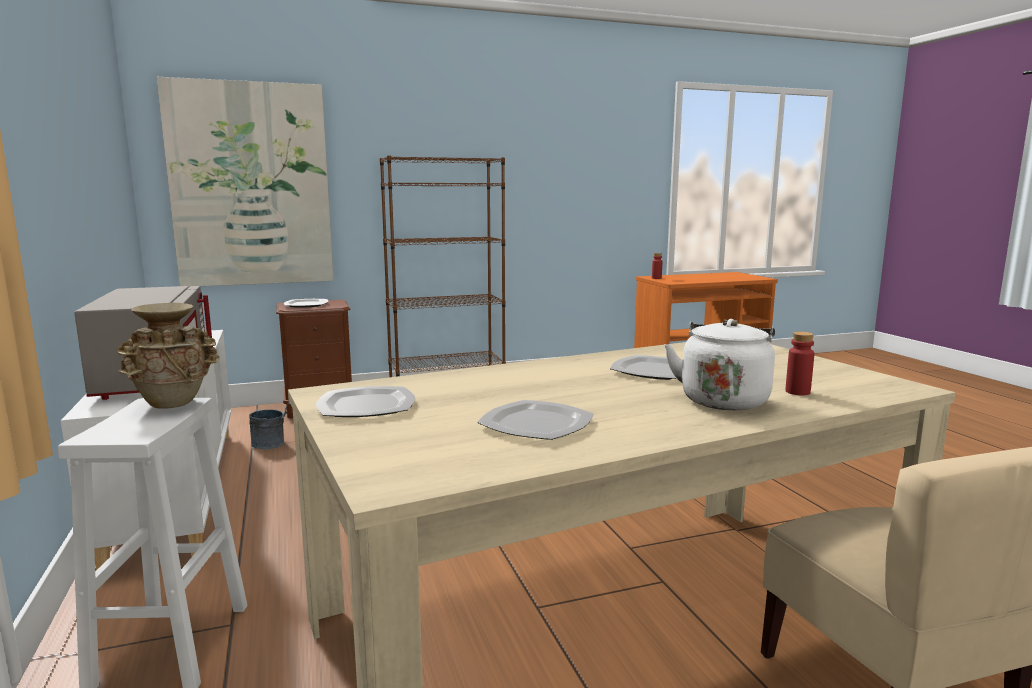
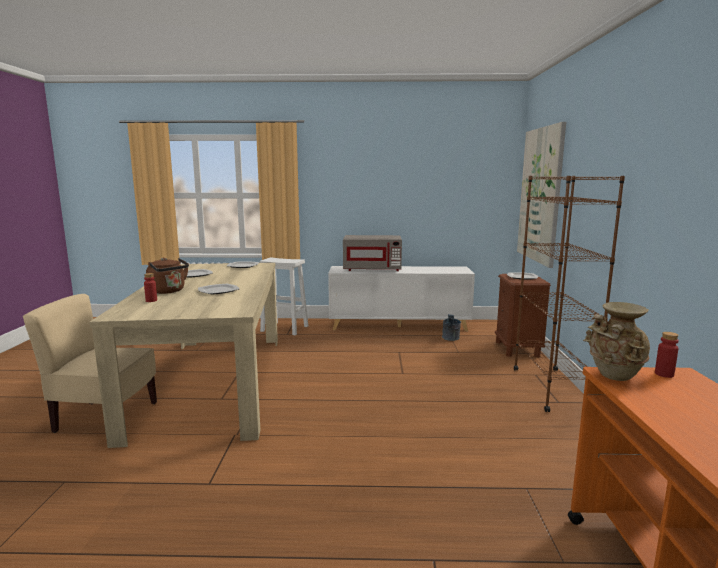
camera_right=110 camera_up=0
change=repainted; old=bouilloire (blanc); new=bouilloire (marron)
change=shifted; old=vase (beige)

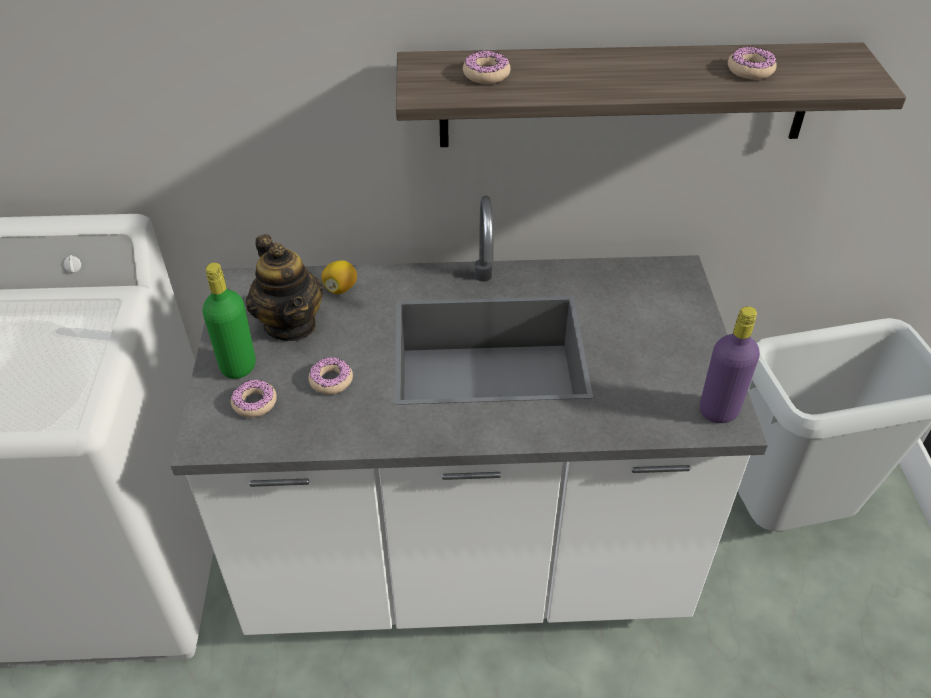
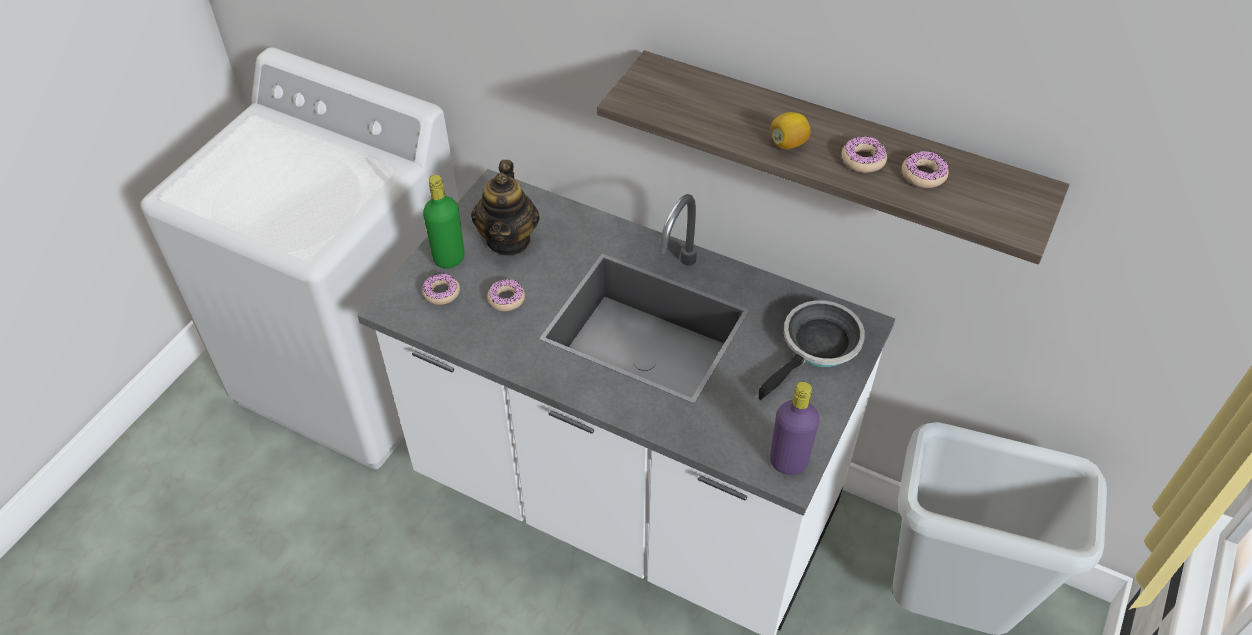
camera_right=30 camera_up=5
change=new; new=poêle
change=shifted; old=citron
change=shifted; old=beignet (no. 3 from left)

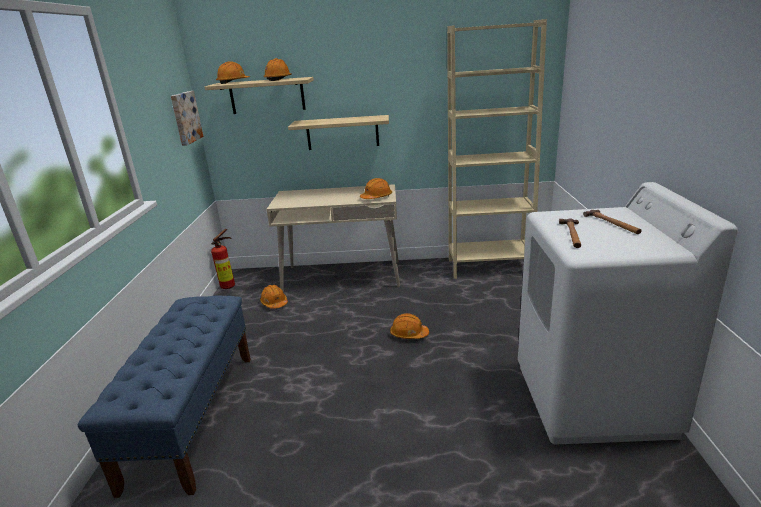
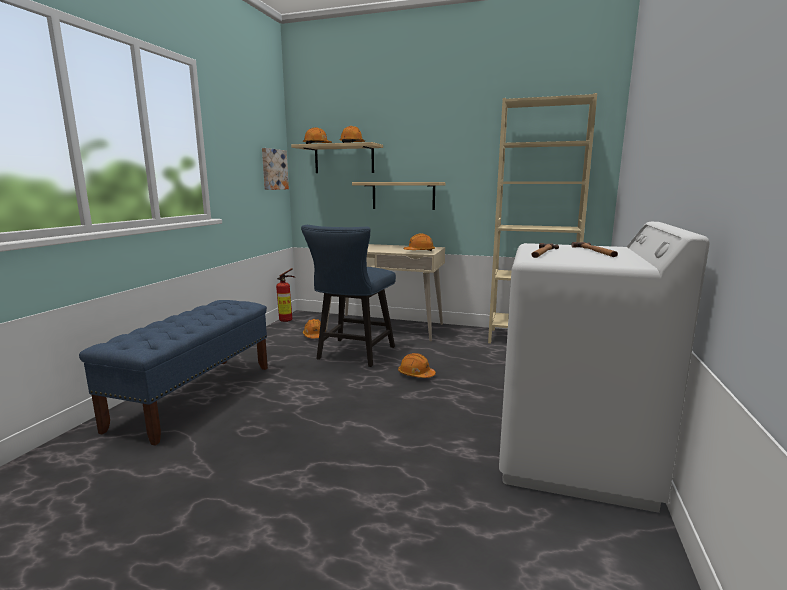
camera_right=15 camera_up=-10
change=new; new=chaise (bleu)

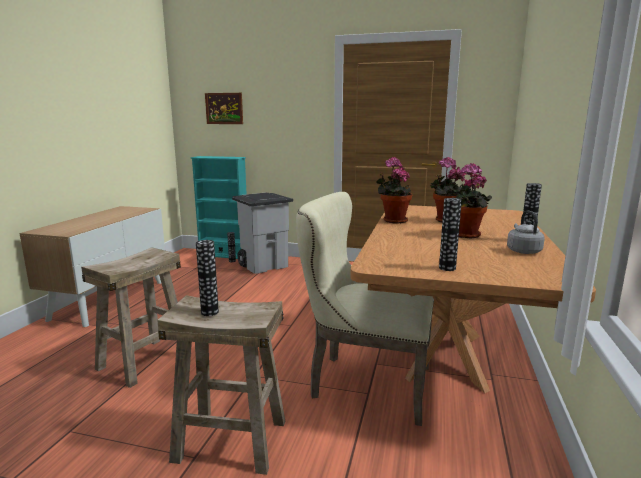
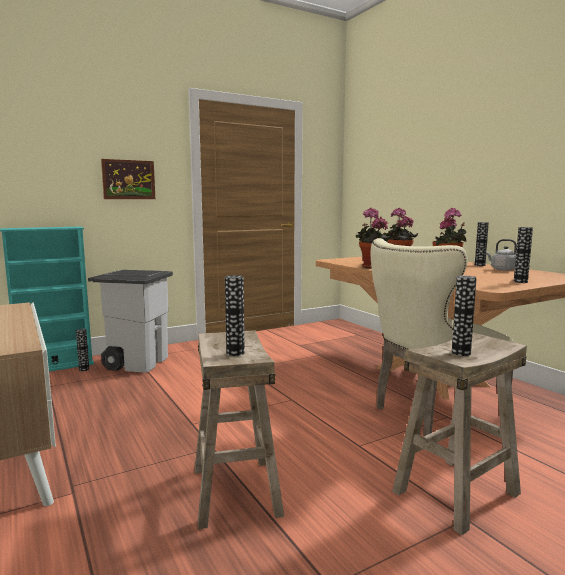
camera_right=-45 camera_up=-5
change=shifted; old=tableau
change=new; new=vase (no. 2 from left)

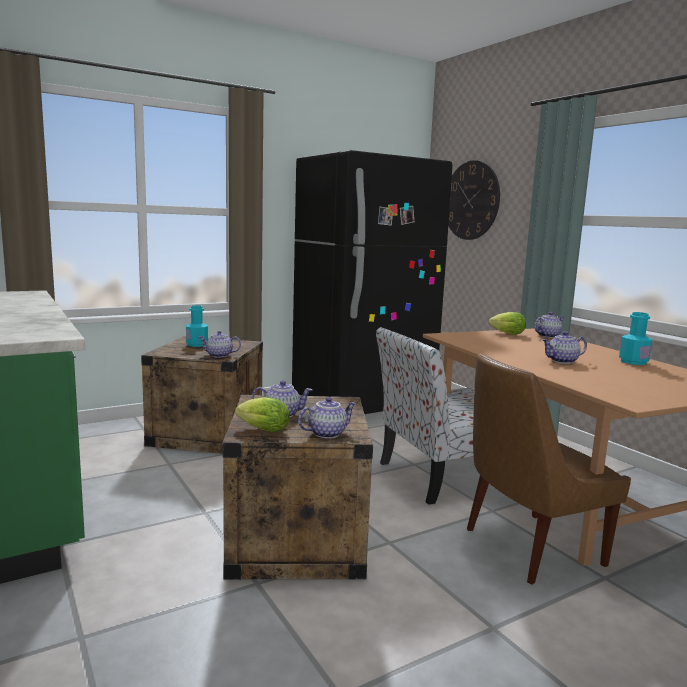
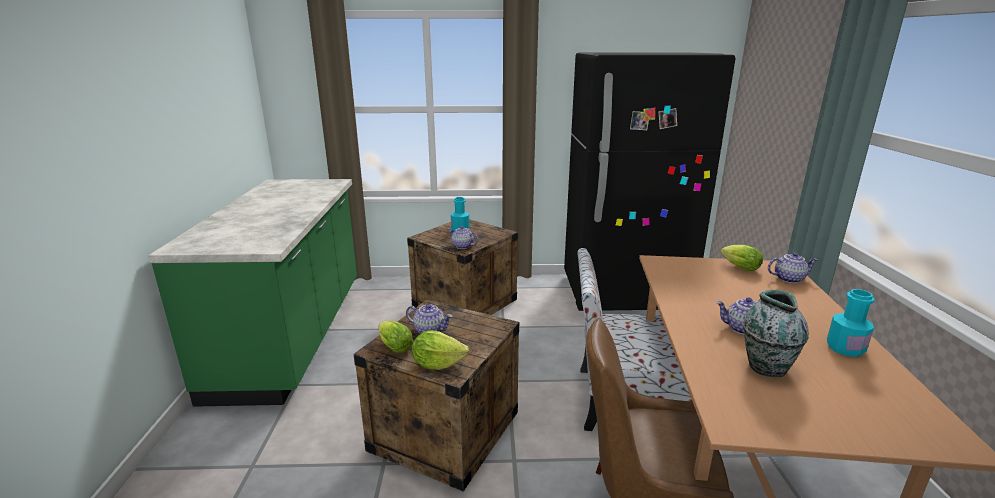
camera_right=30 camera_up=10
change=swapped; old=théière (no. 3 from left); new=laitue (no. 2 from left)
change=new; new=vase
change=gone; old=horloge murale

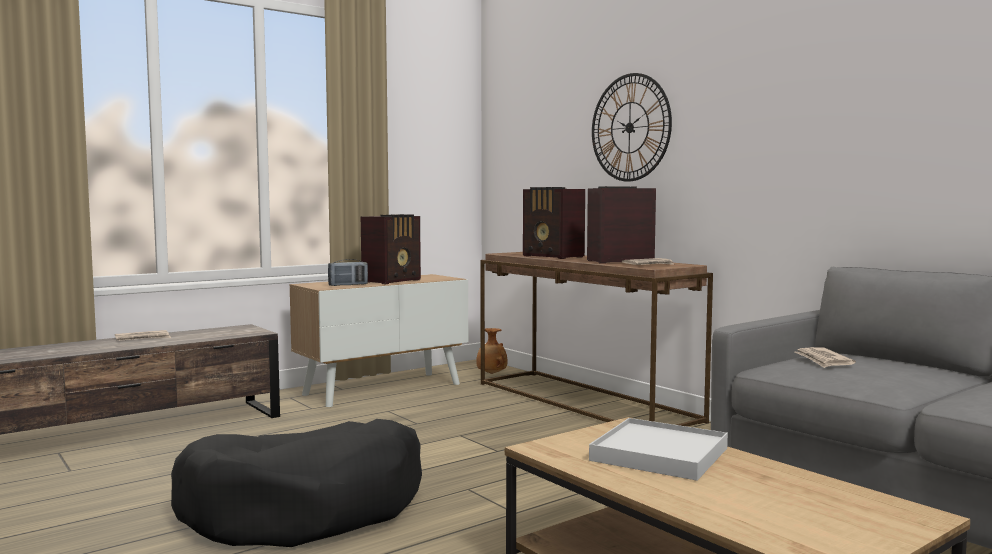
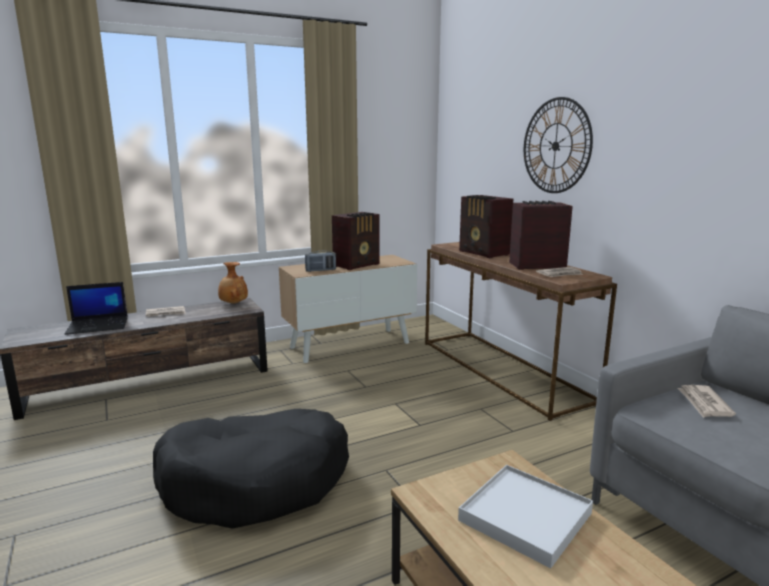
camera_right=10 camera_up=10
change=new; new=ordinateur portable
change=shifted; old=vase (marron)

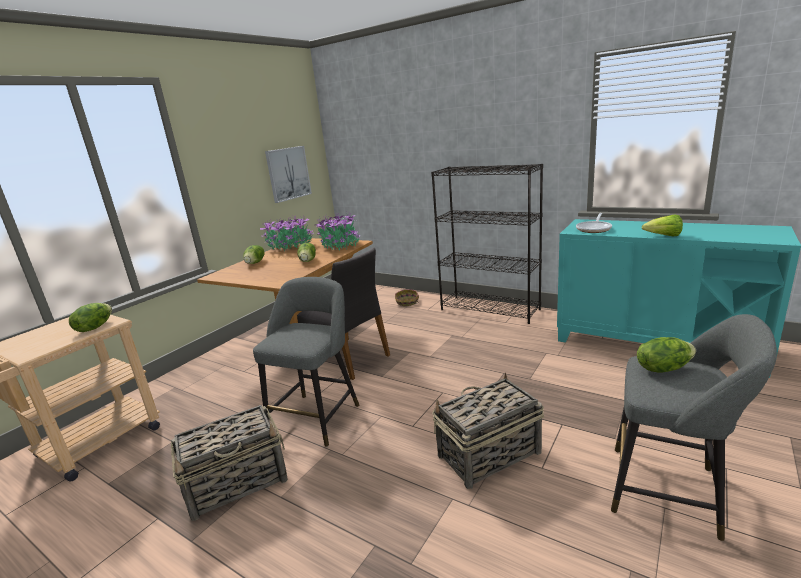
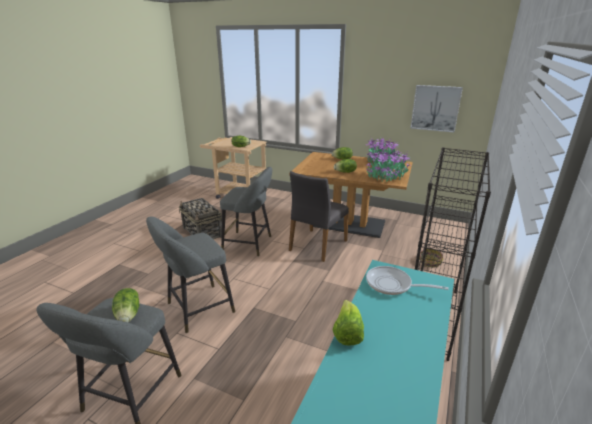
camera_right=80 camera_up=5
change=swapped; old=panier (no. 3 from left); new=tabouret (gris) (no. 2 from left)

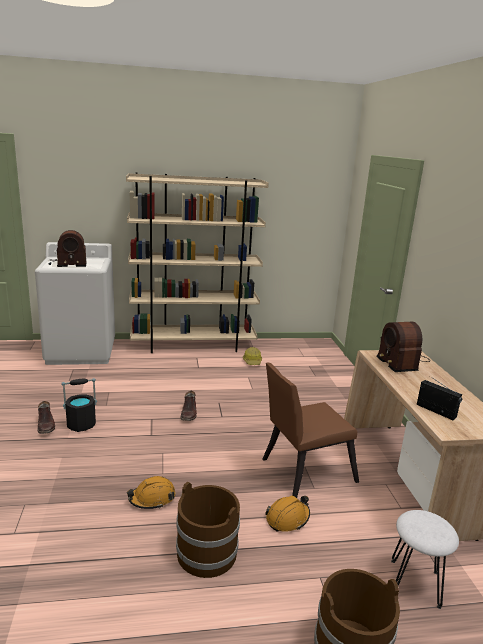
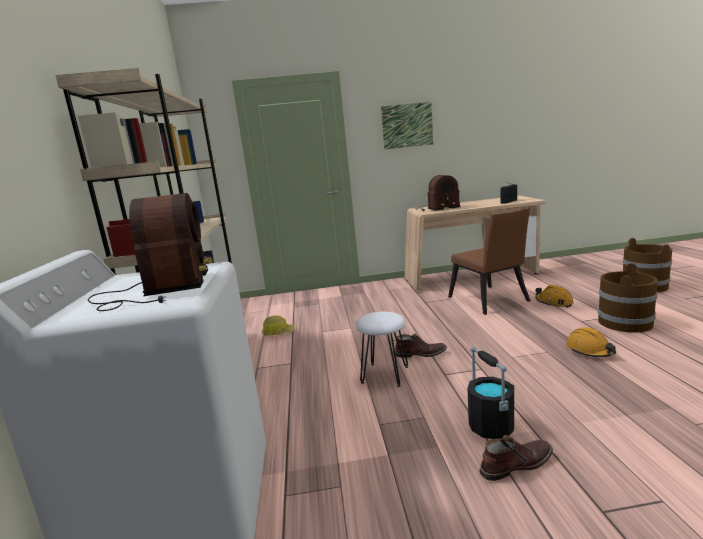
camera_right=-85 camera_up=-5
change=shifted; old=tabouret (blanc)
change=new; new=tableau

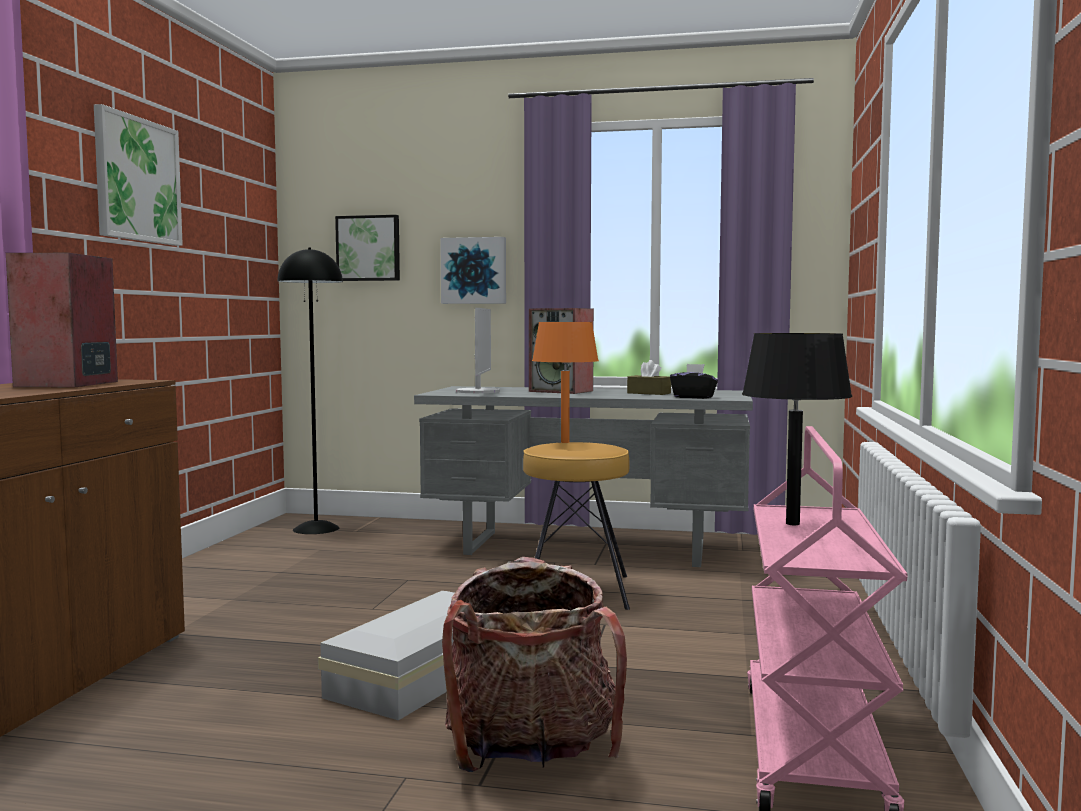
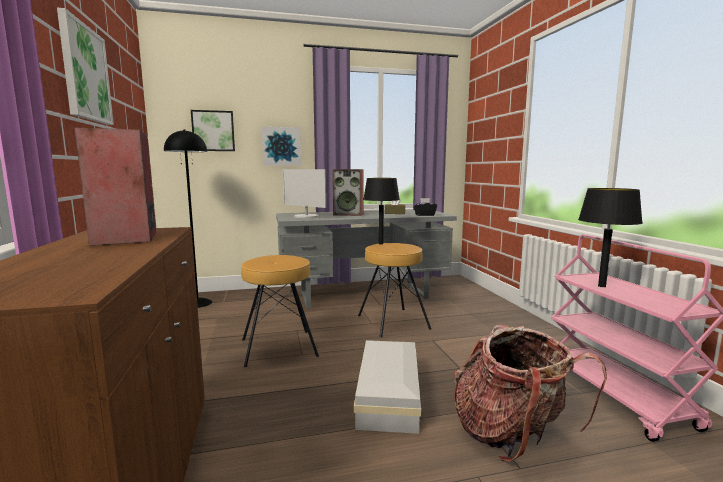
camera_right=-25 camera_up=5
change=new; new=tabouret (marron) (no. 1 from left)
change=rotated; old=écran d'ordinateur; degrees=150
change=repainted; old=lampe de table (orange); new=lampe de table (noir) (no. 1 from left)

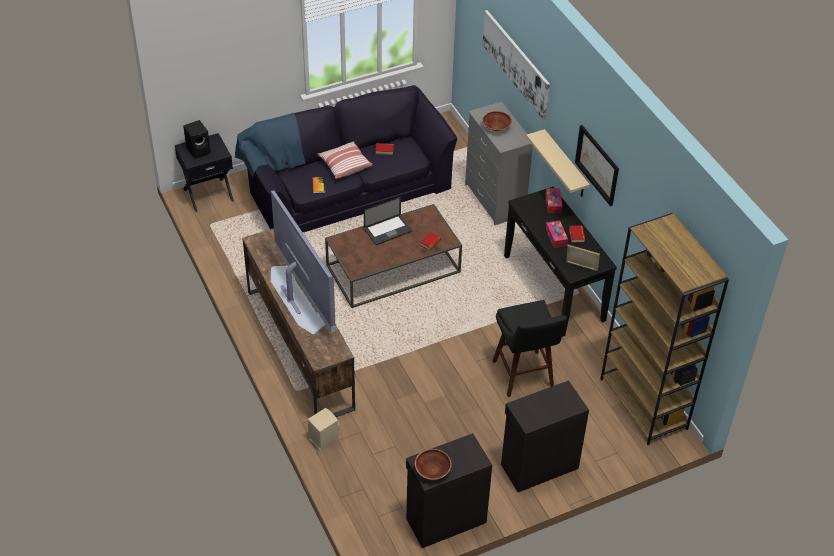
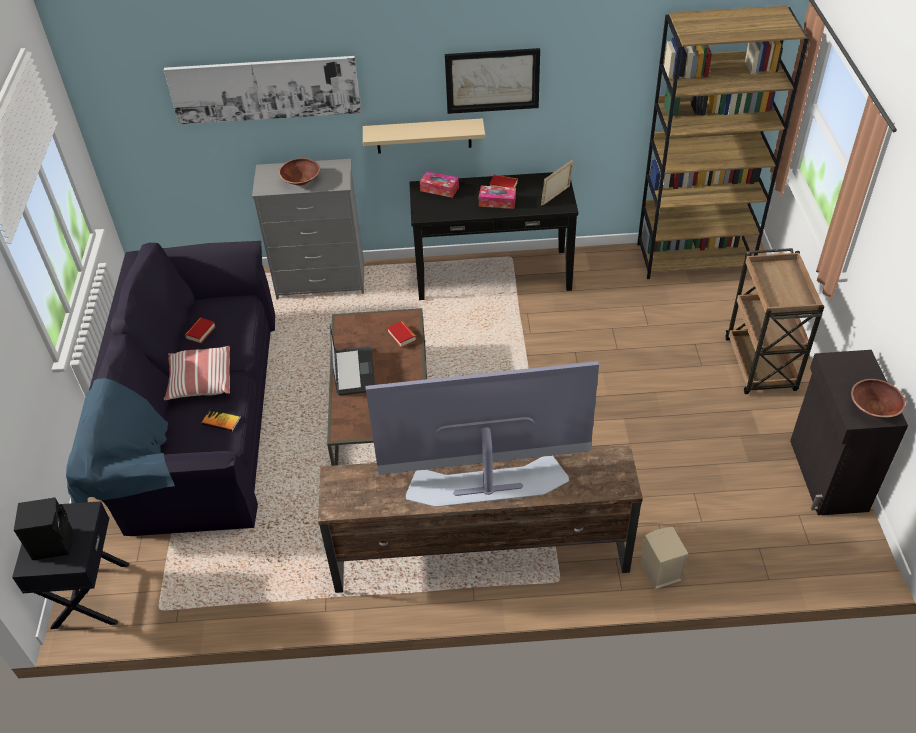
camera_right=-65 camera_up=0
change=swapped; old=meuble de rangement (noir) (no. 2 from left); new=chariot (marron)
change=gone; old=tabouret (noir)

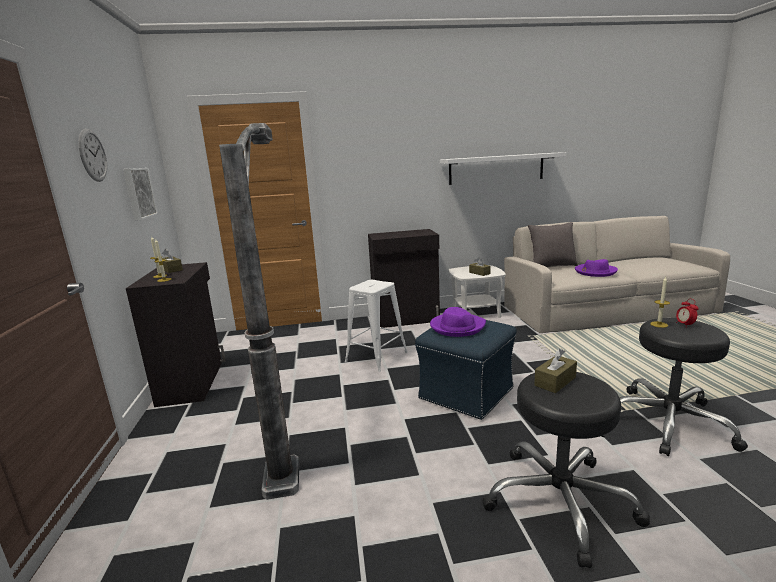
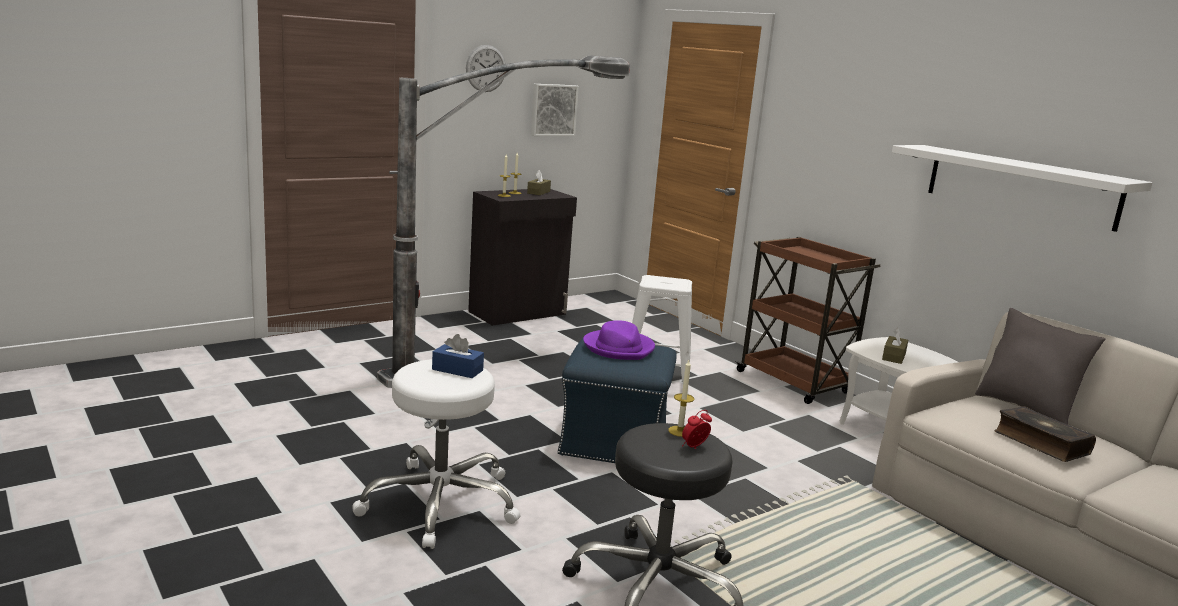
camera_right=60 camera_up=0
change=repainted; old=tabouret (noir) (no. 1 from left); new=tabouret (blanc) (no. 1 from left)
change=repainted; old=boîte à mouchoirs (marron) (no. 3 from left); new=boîte à mouchoirs (bleu)
change=swapped; old=meuble de rangement (noir) (no. 2 from left); new=chariot (marron)
change=swapped; old=chapeau (violet) (no. 2 from left); new=livre

